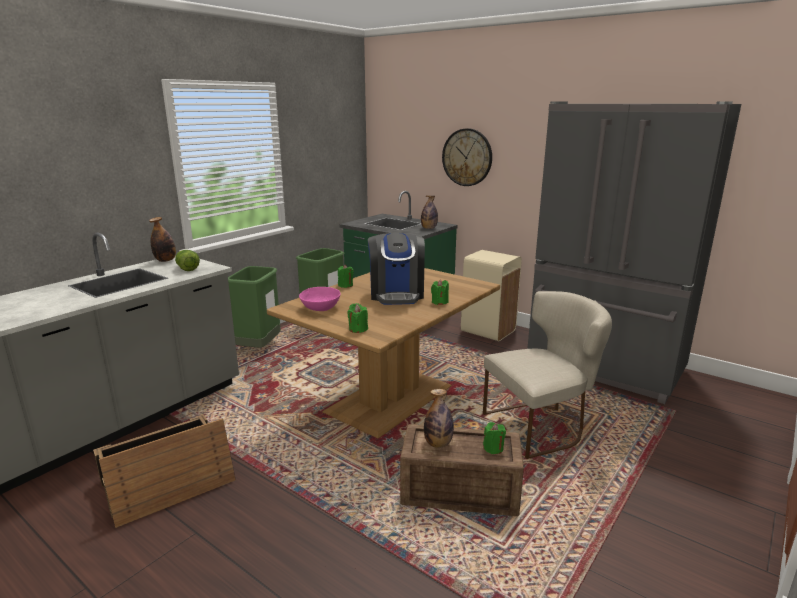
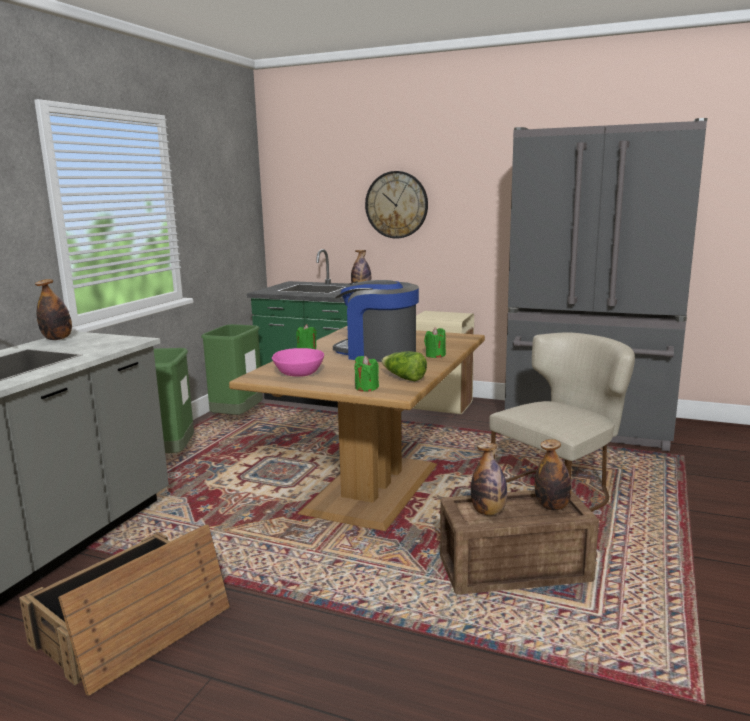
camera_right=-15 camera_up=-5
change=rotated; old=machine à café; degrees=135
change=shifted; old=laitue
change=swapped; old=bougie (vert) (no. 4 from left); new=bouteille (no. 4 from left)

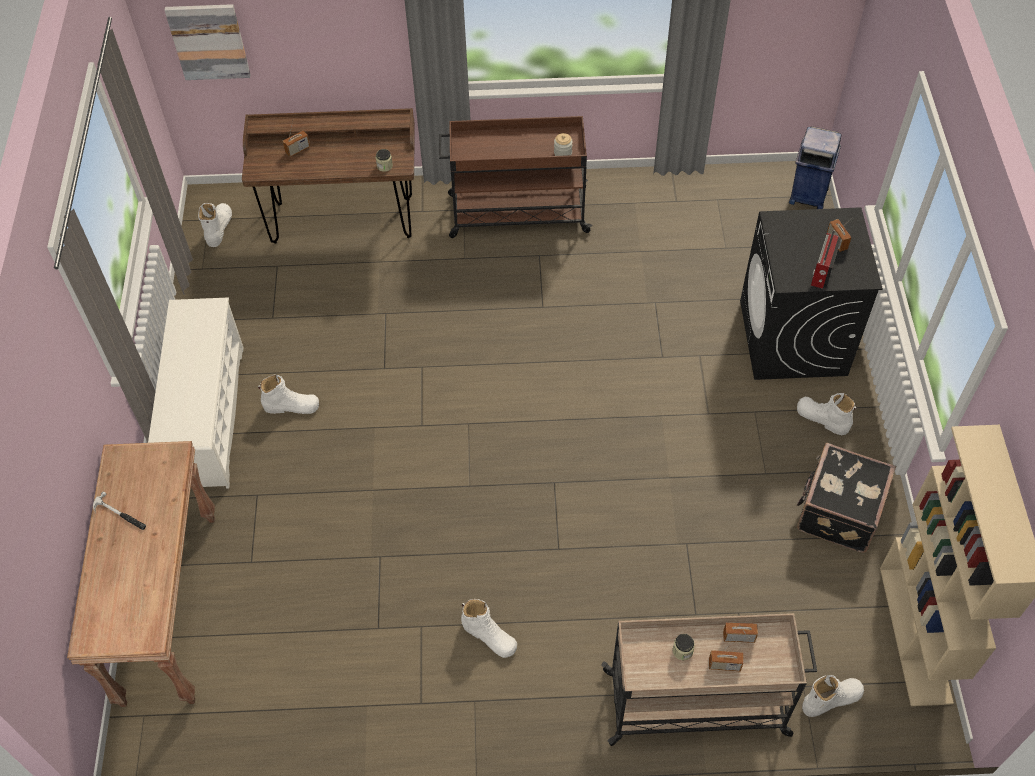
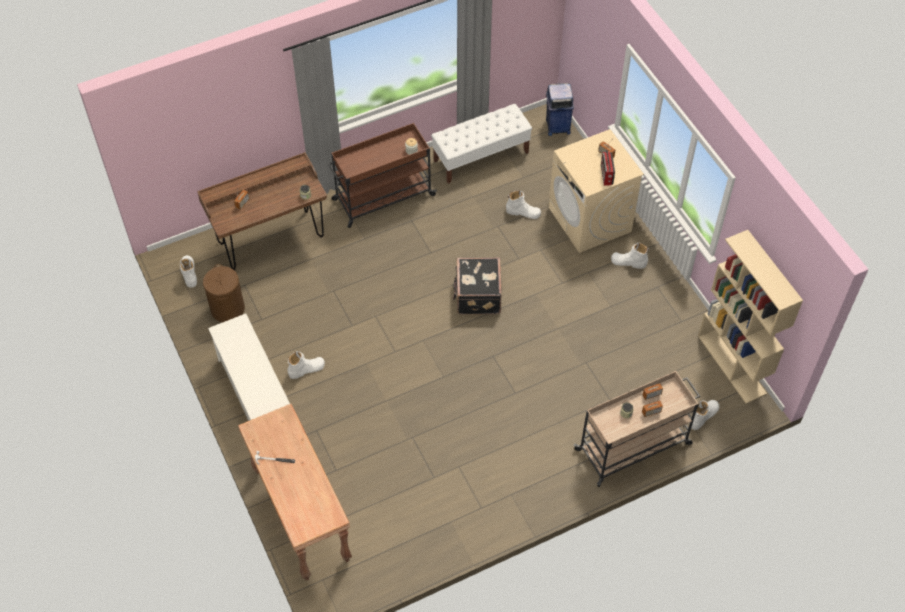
camera_right=-25 camera_up=0
change=new; new=panier à linge (marron)
change=new; new=banc (blanc)
change=shifted; old=valise (noir)
change=shifted; old=botte (blanc) (no. 3 from left)
change=repainted; old=lave-linge (noir); new=lave-linge (beige)
change=gone; old=tableau

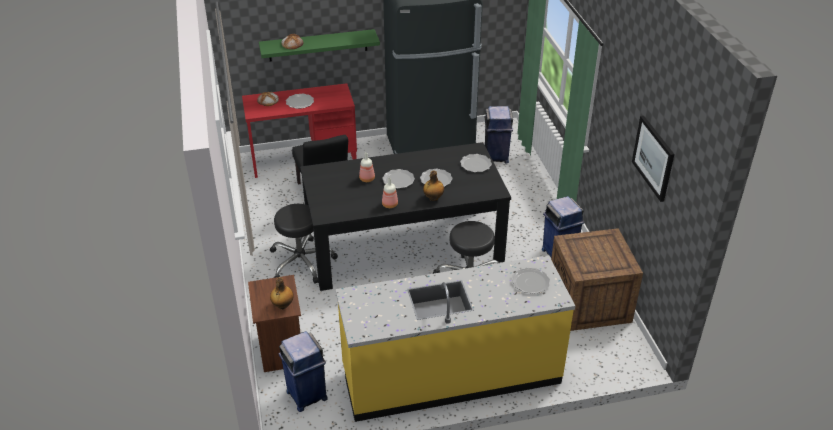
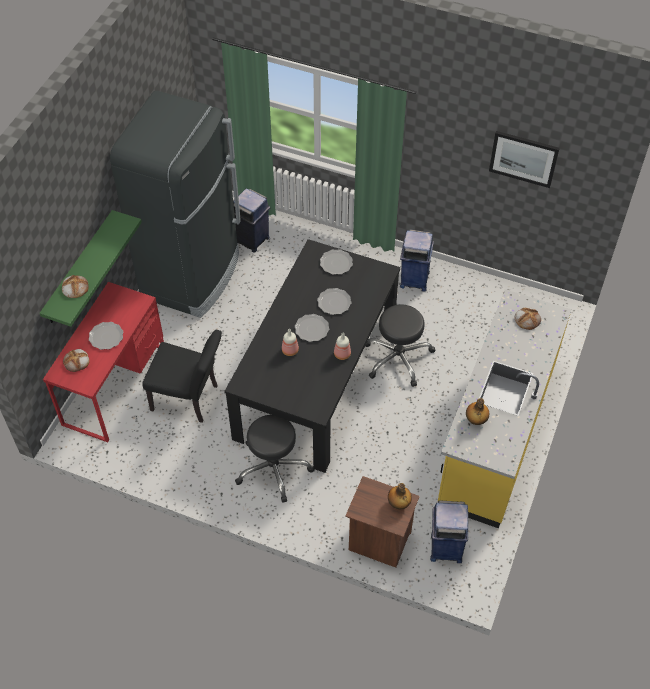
camera_right=-55 camera_up=15
change=shifted; old=bouteille (no. 4 from left)
change=swapped; old=assiette (no. 5 from left); new=pain (no. 3 from left)
change=gone; old=caisse

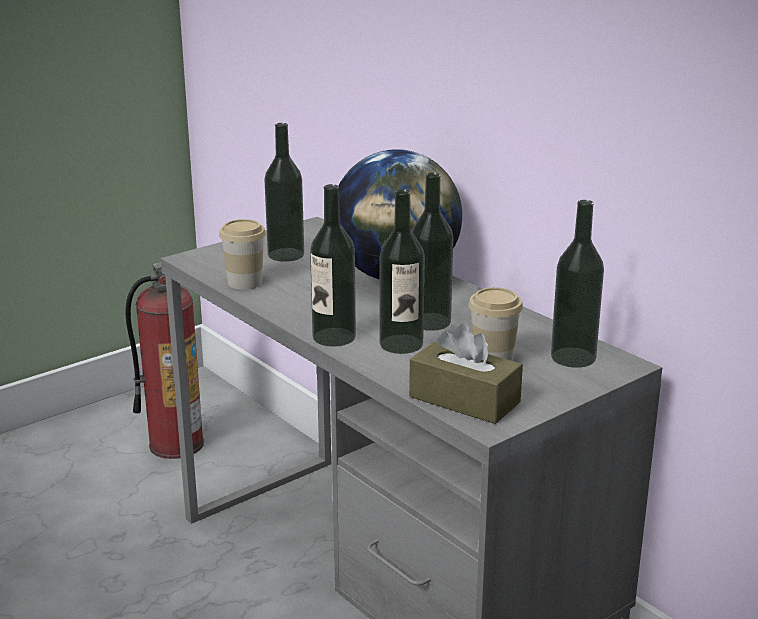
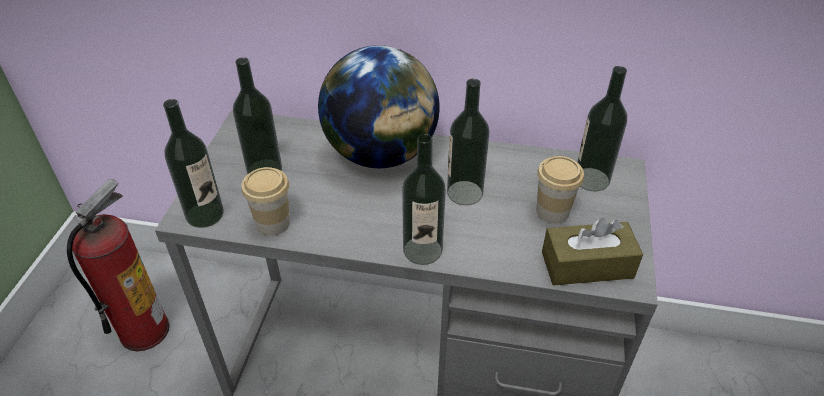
camera_right=-40 camera_up=20
change=shifted; old=bouteille (no. 3 from left in the first image); new=bouteille (no. 1 from left)

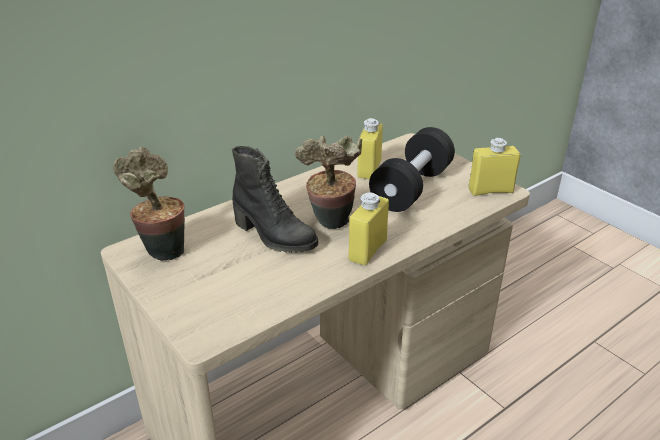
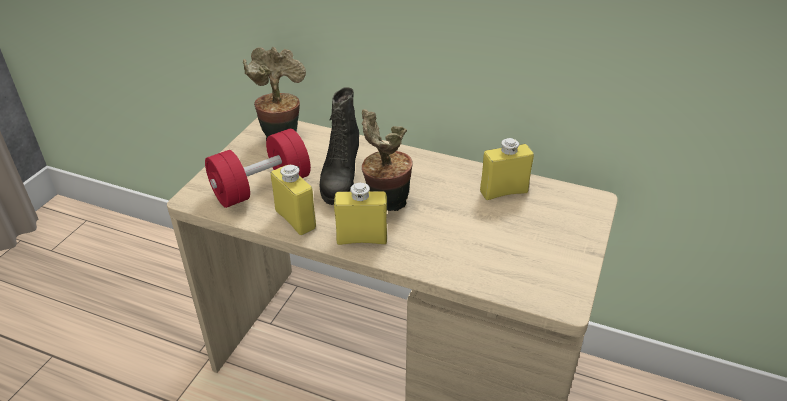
camera_right=60 camera_up=5
change=new; new=haltère (rouge)
change=shifted; old=bouteille (jaune) (no. 3 from left in the first image); new=bouteille (jaune) (no. 1 from left)
change=gone; old=haltère (noir)

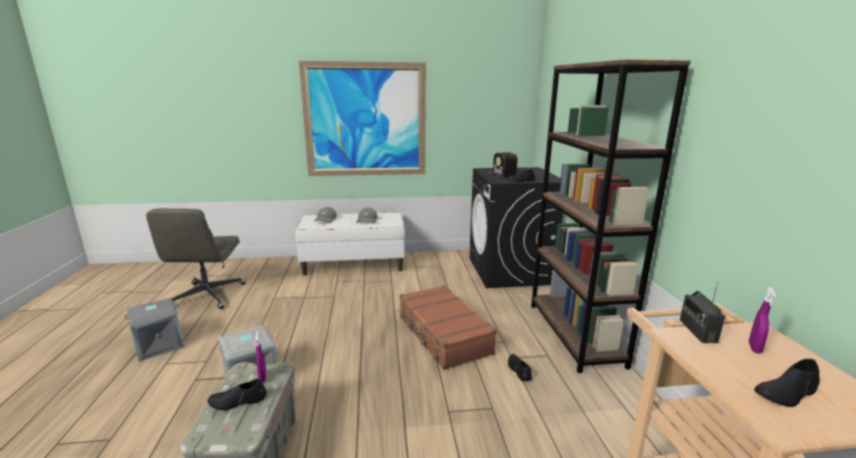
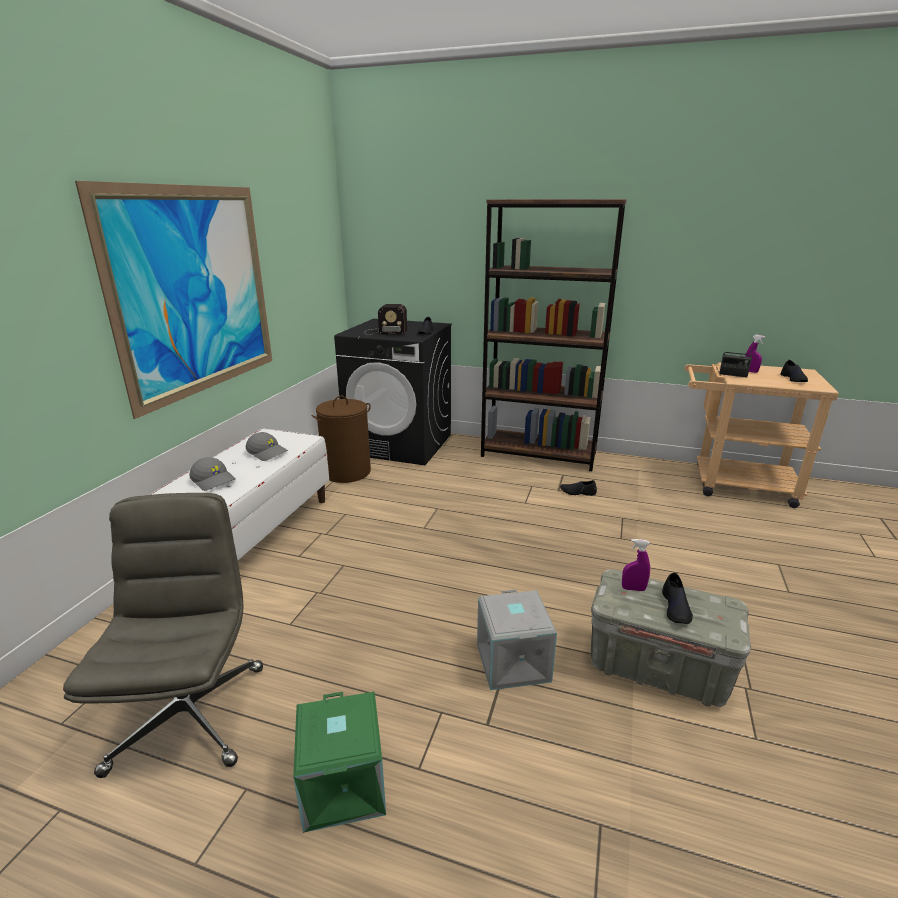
camera_right=-65 camera_up=5
change=rotated; old=chaise de bureau (gris); degrees=-120
change=repainted; old=boîte de rangement (gris) (no. 1 from left); new=boîte de rangement (vert)
change=new; new=panier à linge (marron)
change=gone; old=valise (marron)

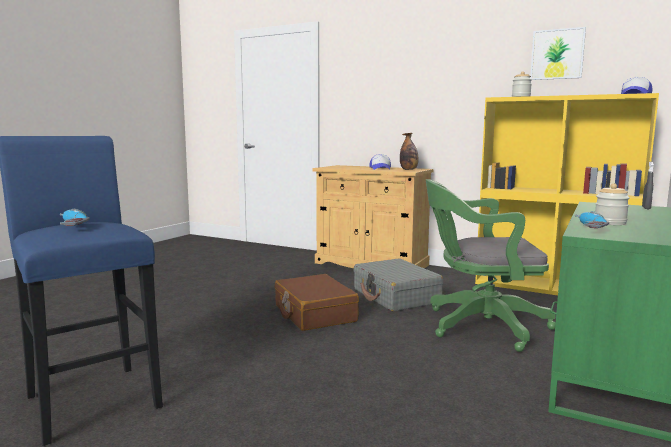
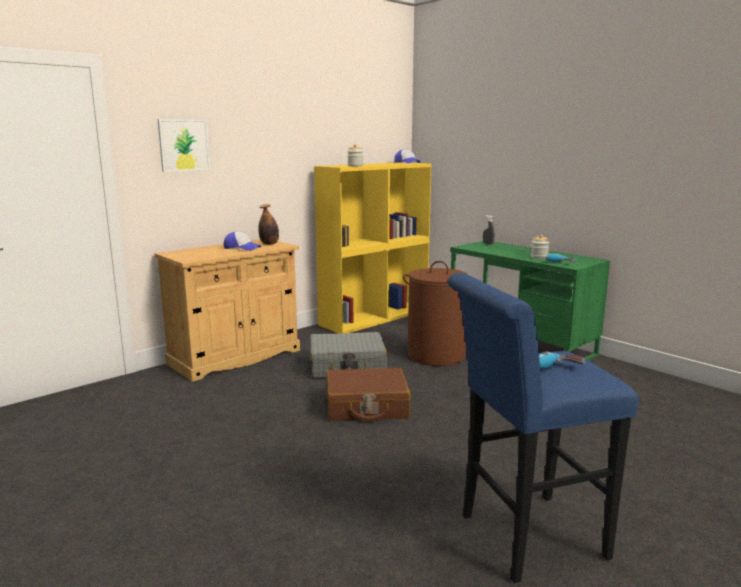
camera_right=-70 camera_up=5
change=shifted; old=tableau
change=swapped; old=chaise de bureau (vert); new=panier à linge (marron)

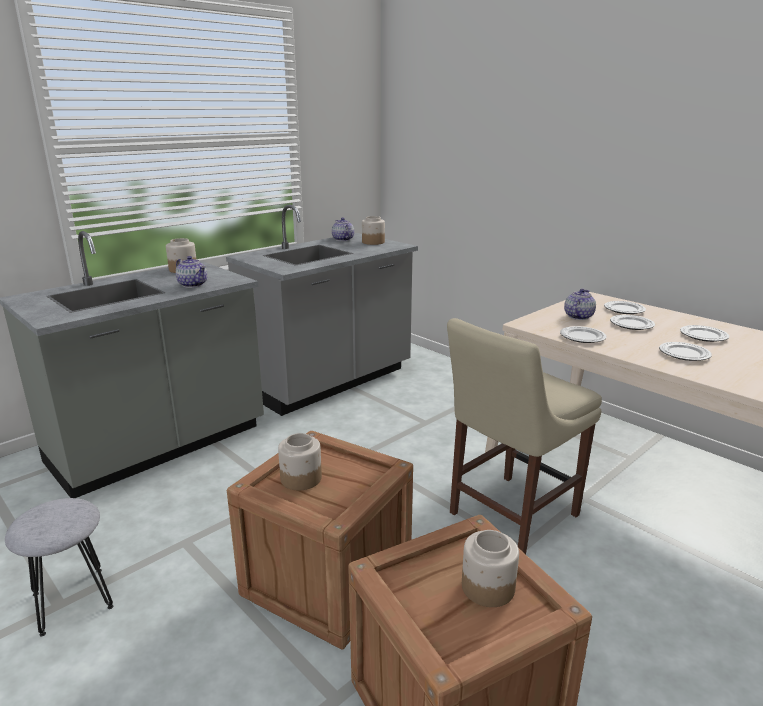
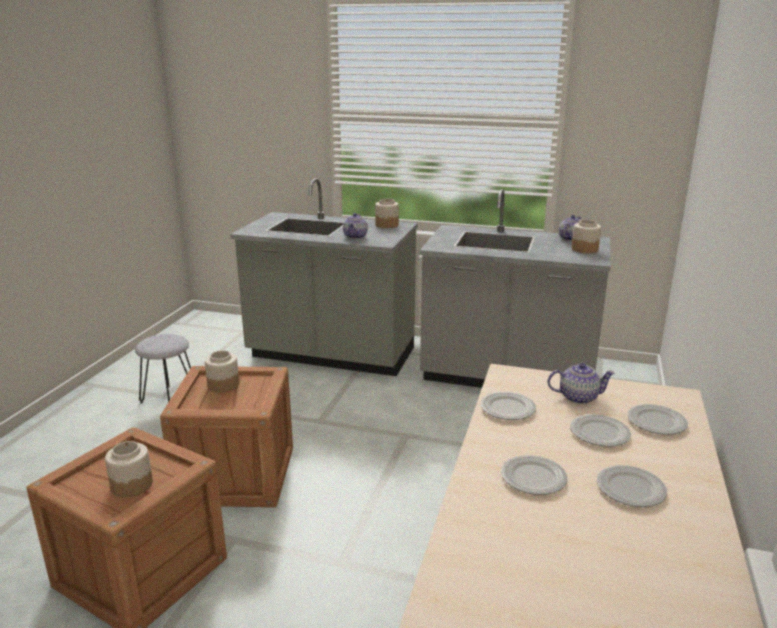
camera_right=60 camera_up=0
change=gone; old=chaise (beige)

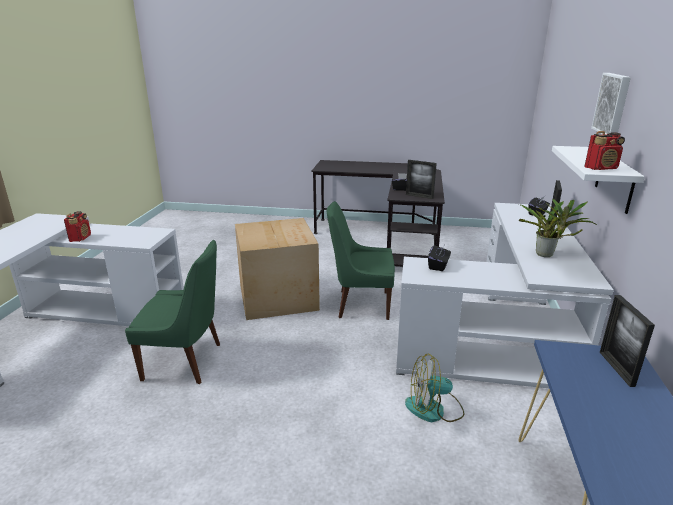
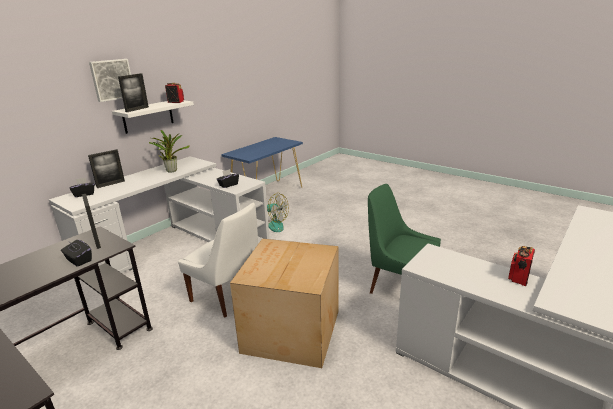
camera_right=-150 camera_up=0
change=shifted; old=cadre photo (no. 3 from left)
change=repainted; old=chaise (vert) (no. 2 from left); new=chaise (blanc)

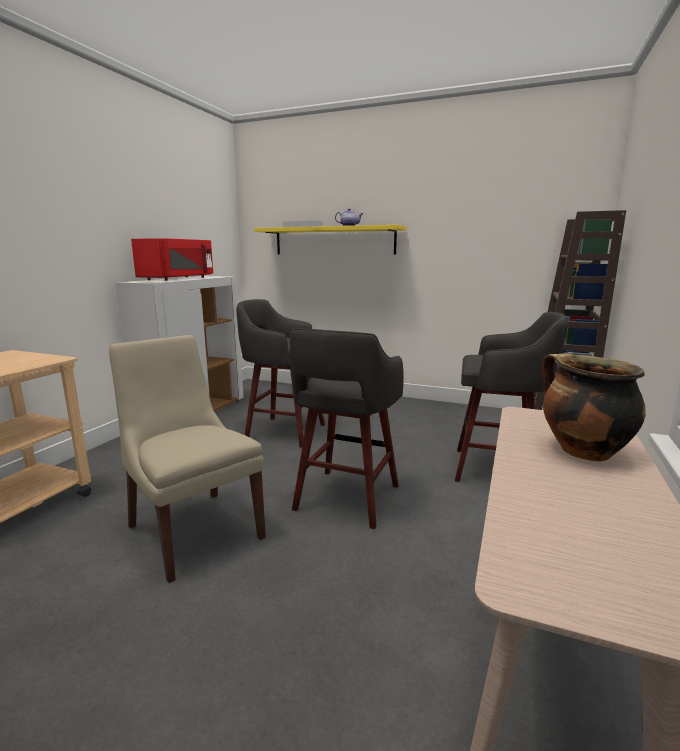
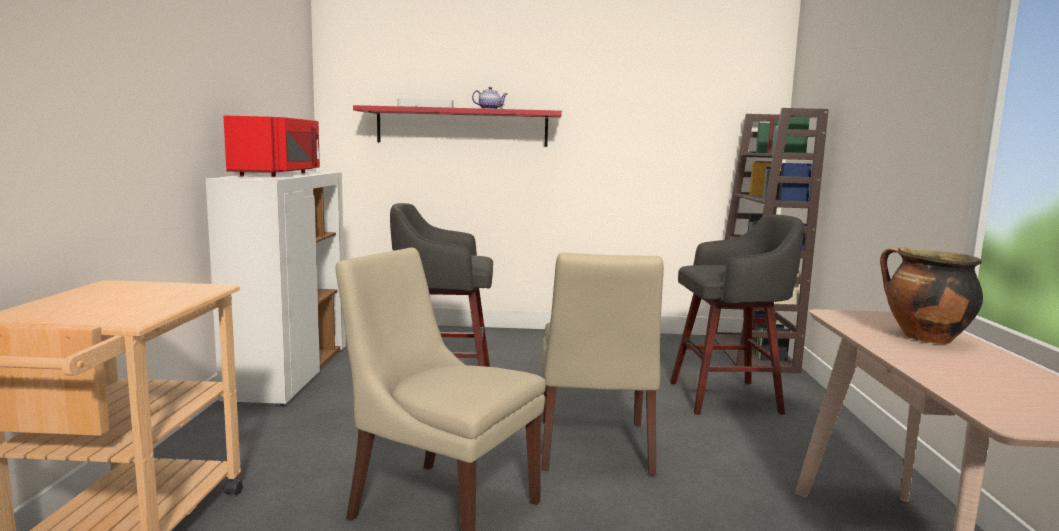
camera_right=-20 camera_up=-5
change=repainted; old=étagère (jaune); new=étagère (rouge)
change=swapped; old=tabouret (gris) (no. 2 from left); new=chaise (beige) (no. 2 from left)

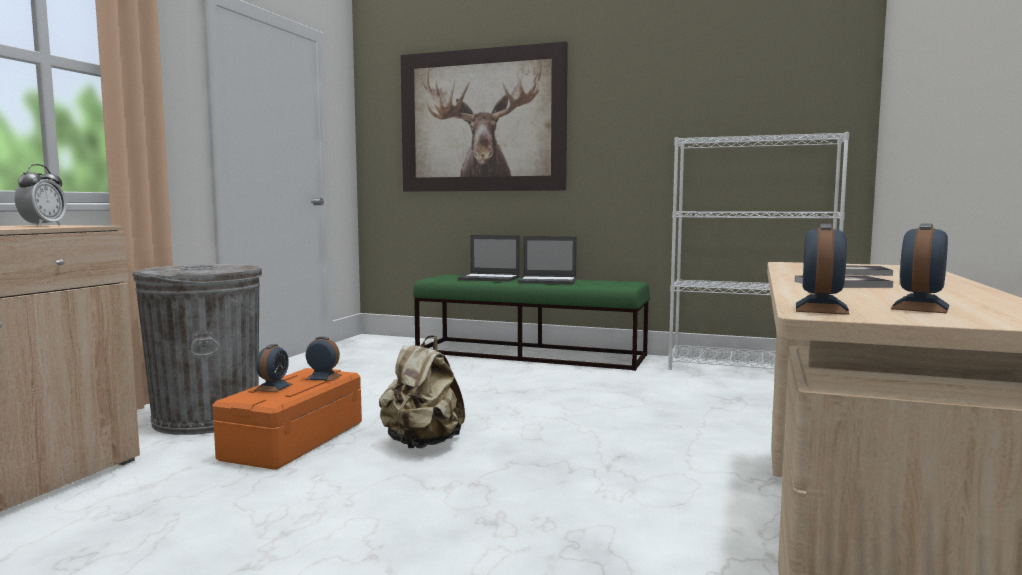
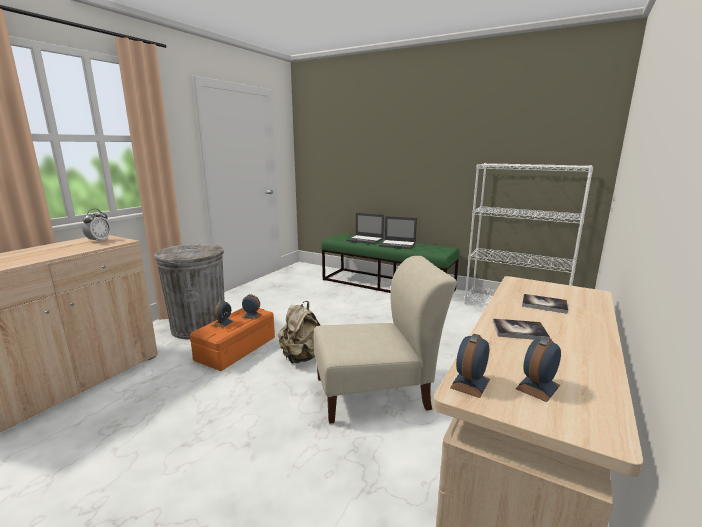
camera_right=10 camera_up=10
change=new; new=chaise (beige)
change=gone; old=tableau

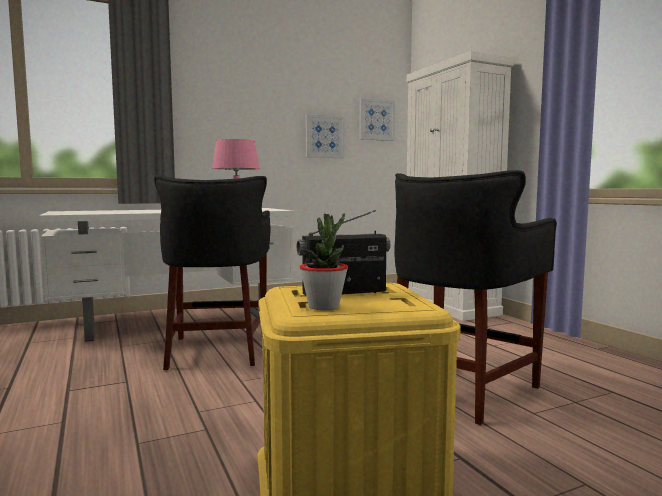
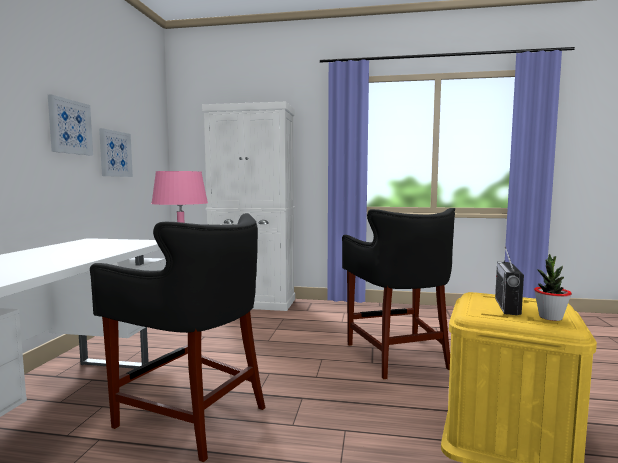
camera_right=-55 camera_up=0
change=shifted; old=tableau (no. 2 from left in the first image); new=tableau (no. 1 from left)

